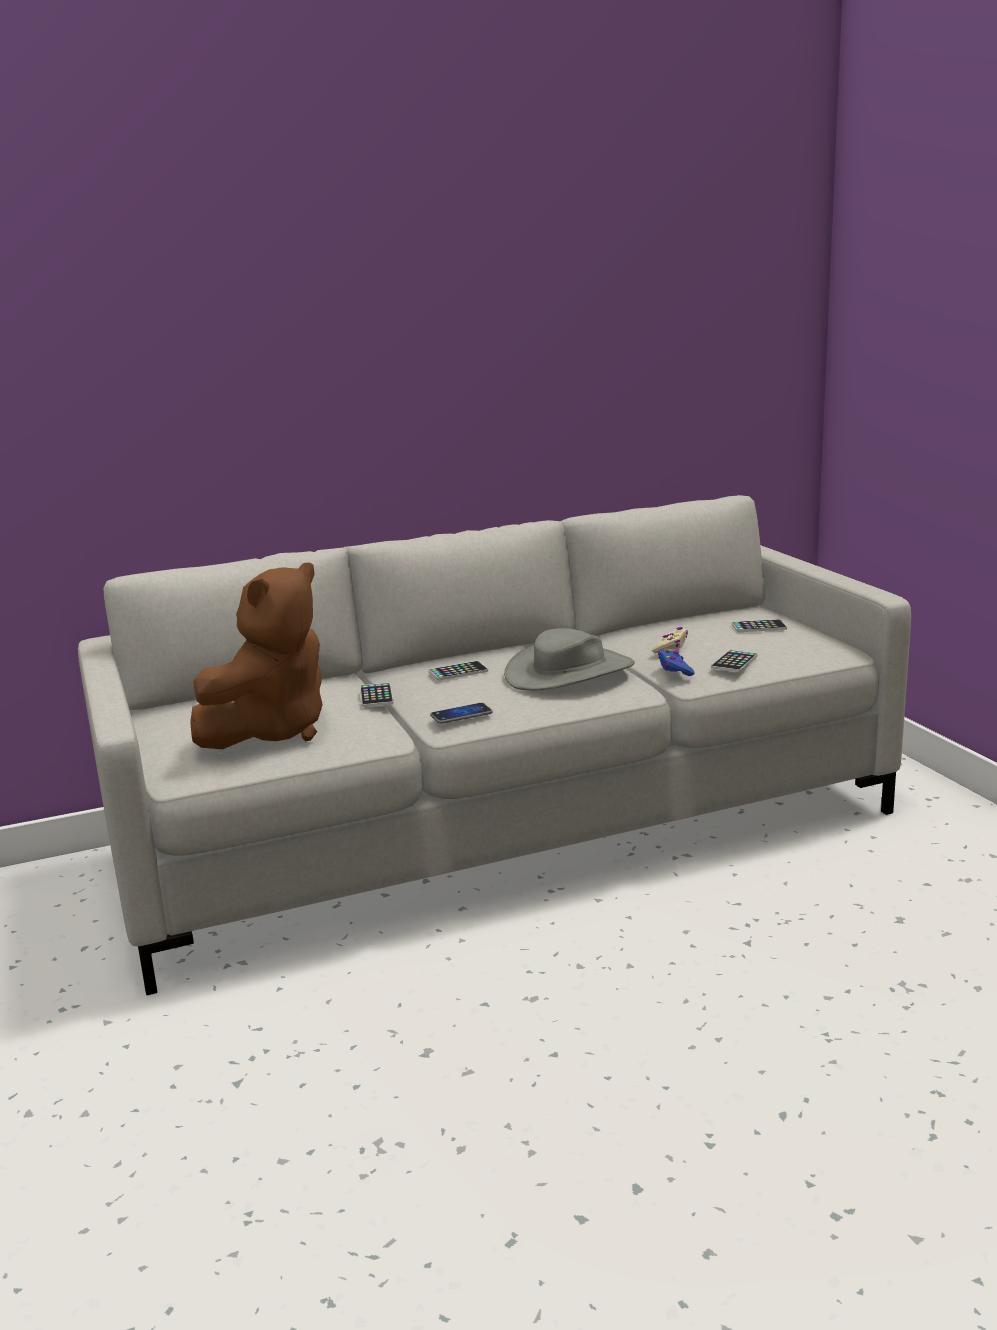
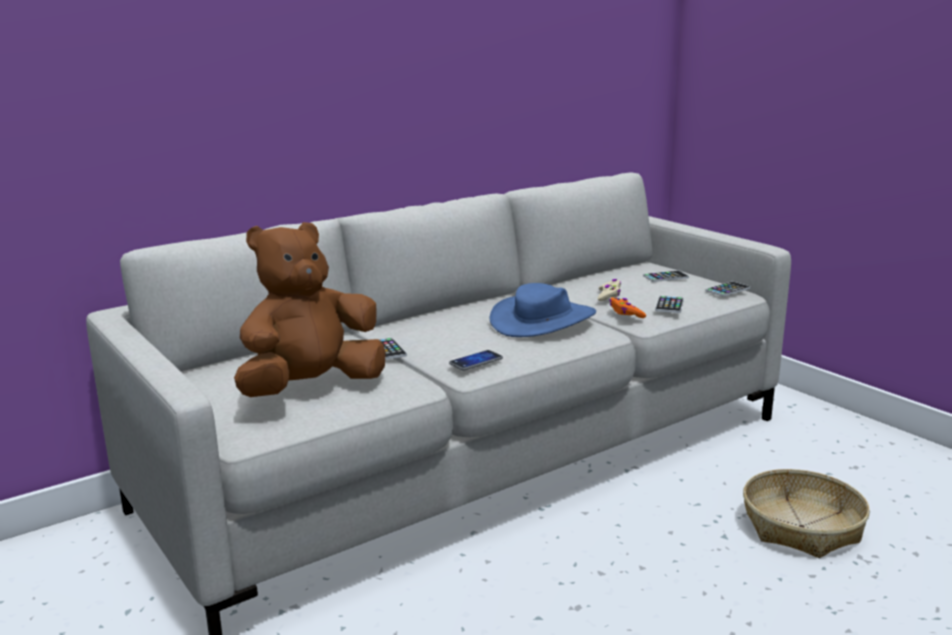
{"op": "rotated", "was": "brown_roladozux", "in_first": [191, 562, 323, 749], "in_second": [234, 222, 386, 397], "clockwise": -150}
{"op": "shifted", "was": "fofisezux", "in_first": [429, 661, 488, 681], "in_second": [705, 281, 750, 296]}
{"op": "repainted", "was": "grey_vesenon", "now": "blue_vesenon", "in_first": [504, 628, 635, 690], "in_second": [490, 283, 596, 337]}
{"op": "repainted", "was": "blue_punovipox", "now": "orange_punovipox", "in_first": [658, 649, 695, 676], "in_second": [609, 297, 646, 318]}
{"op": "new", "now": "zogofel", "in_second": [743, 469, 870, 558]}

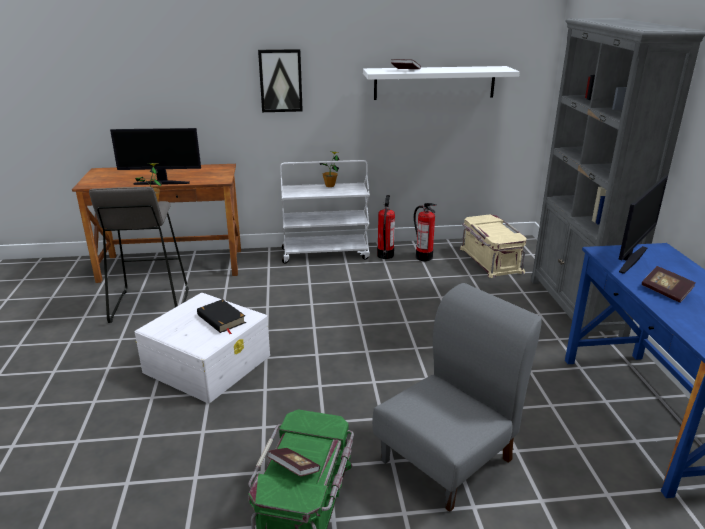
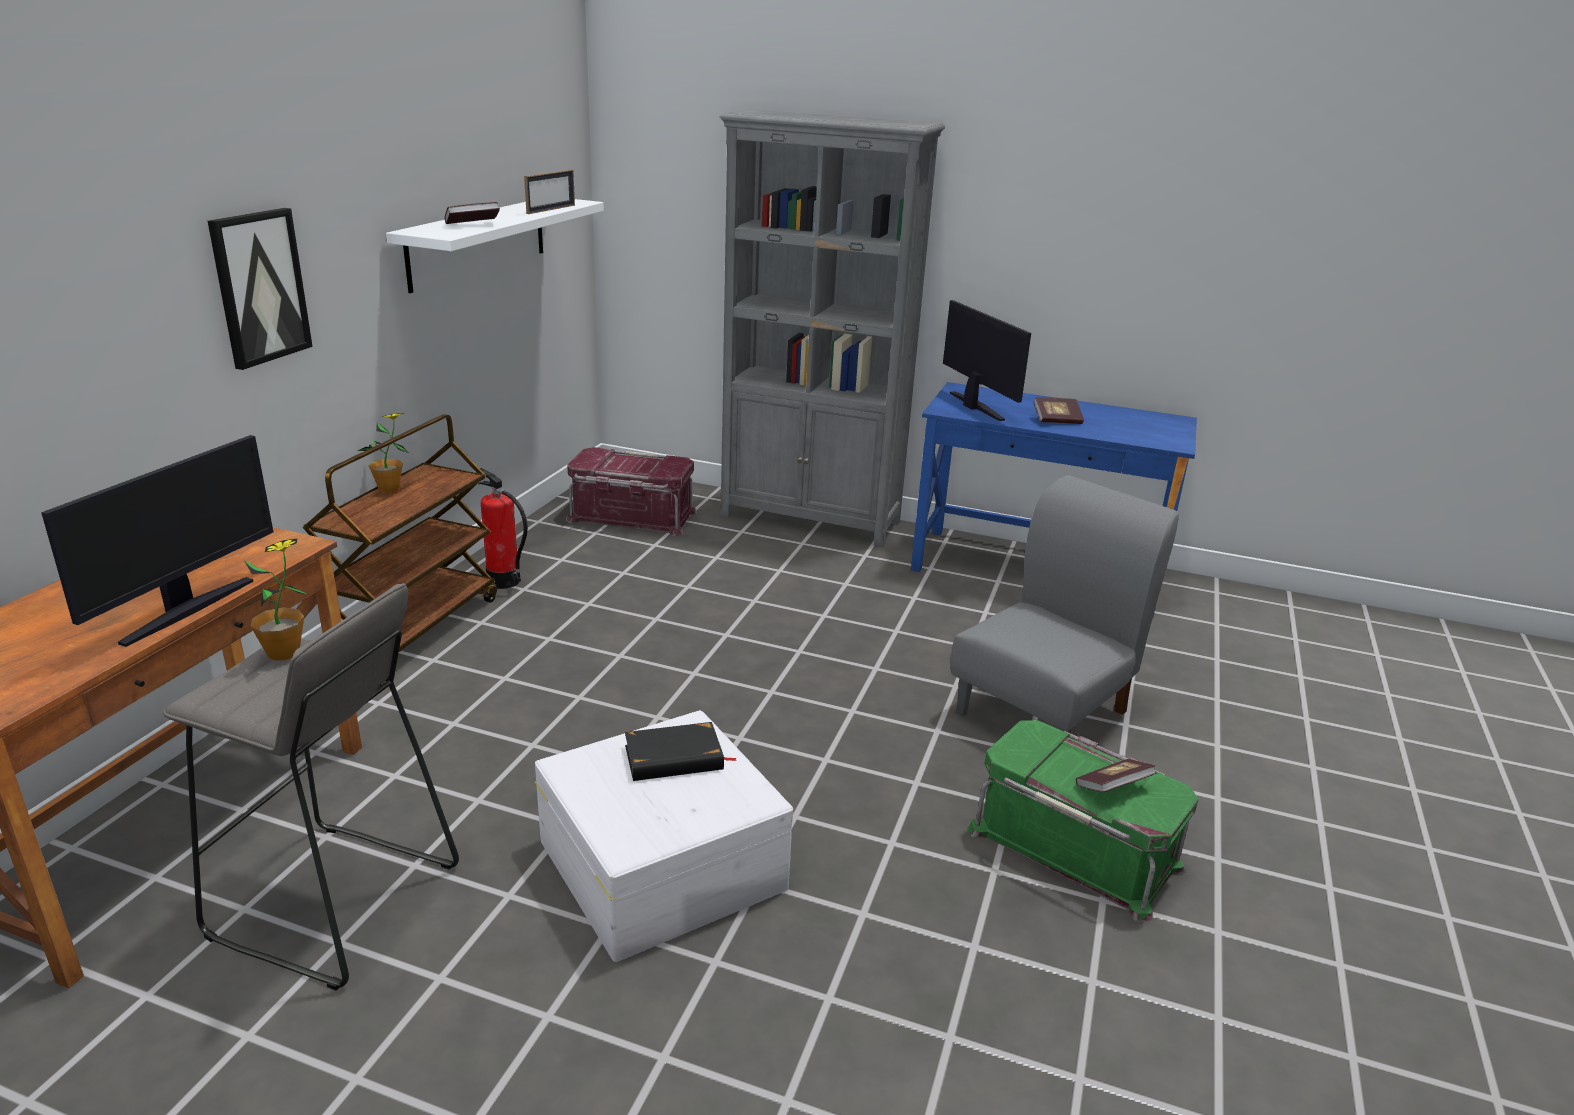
{"op": "repainted", "was": "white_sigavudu", "now": "brown_sigavudu", "in_first": [280, 160, 370, 263], "in_second": [302, 414, 497, 681]}
{"op": "rotated", "was": "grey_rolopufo", "in_first": [372, 283, 542, 512], "in_second": [951, 475, 1178, 733], "clockwise": 60}
{"op": "gone", "was": "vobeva", "in_first": [414, 203, 436, 261]}
{"op": "repainted", "was": "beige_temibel", "now": "red_temibel", "in_first": [459, 214, 527, 278], "in_second": [566, 447, 697, 536]}
{"op": "new", "now": "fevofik", "in_second": [524, 170, 575, 214]}

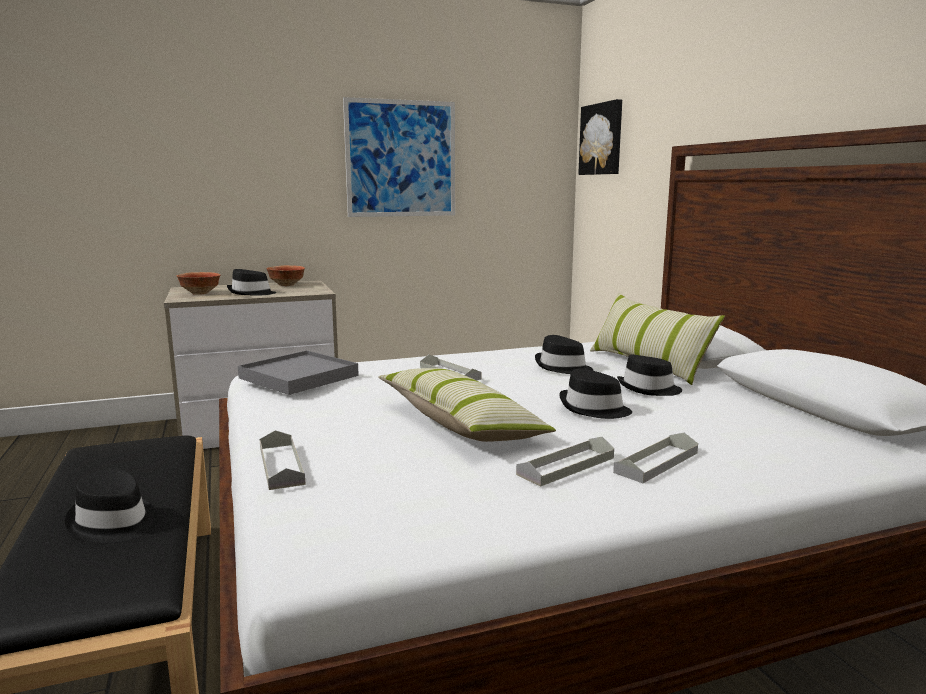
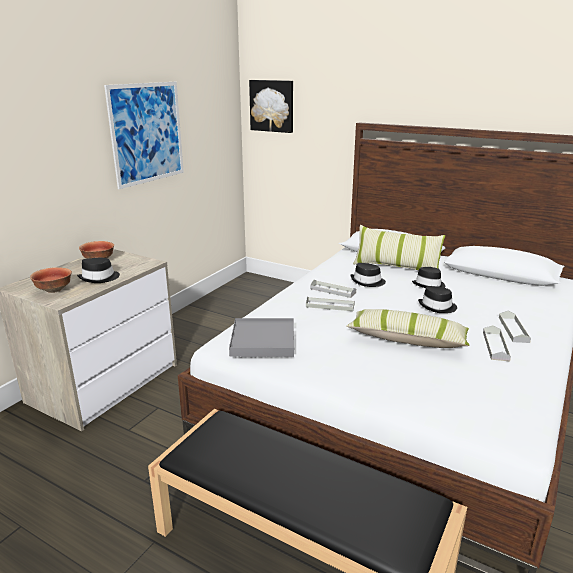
{"op": "gone", "was": "black_vesenon", "in_first": [65, 468, 159, 543]}
{"op": "shifted", "was": "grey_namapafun", "in_first": [260, 430, 306, 490], "in_second": [310, 280, 356, 298]}

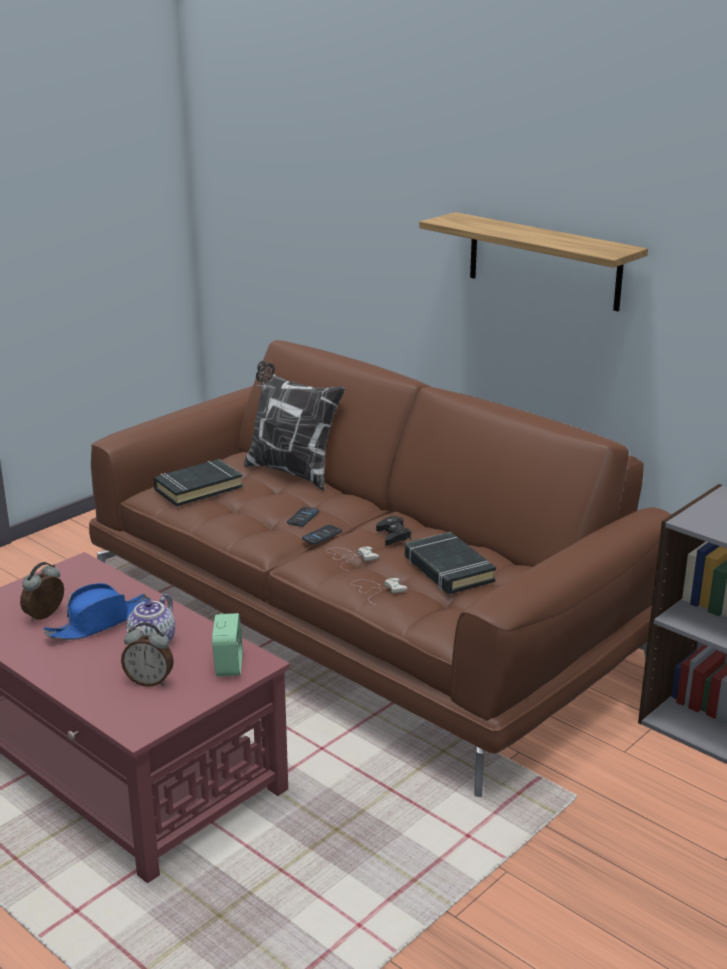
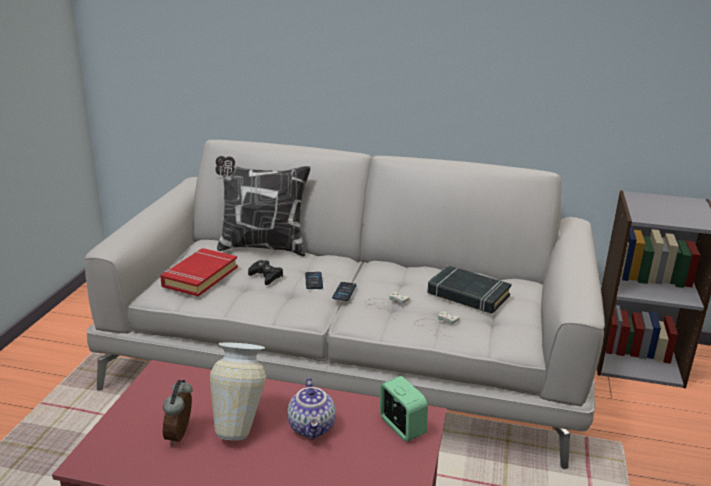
{"op": "swapped", "was": "blue_vesenon", "now": "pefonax", "in_first": [43, 583, 151, 640], "in_second": [210, 342, 266, 440]}
{"op": "repainted", "was": "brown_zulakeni", "now": "grey_zulakeni", "in_first": [89, 340, 671, 797], "in_second": [85, 140, 605, 469]}
{"op": "gone", "was": "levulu", "in_first": [121, 622, 174, 687]}
{"op": "repainted", "was": "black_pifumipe", "now": "red_pifumipe", "in_first": [154, 459, 243, 506], "in_second": [160, 248, 238, 297]}
{"op": "shifted", "was": "black_punovipox", "in_first": [376, 516, 411, 546], "in_second": [248, 260, 283, 285]}
{"op": "gone", "was": "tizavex", "in_first": [419, 212, 648, 311]}

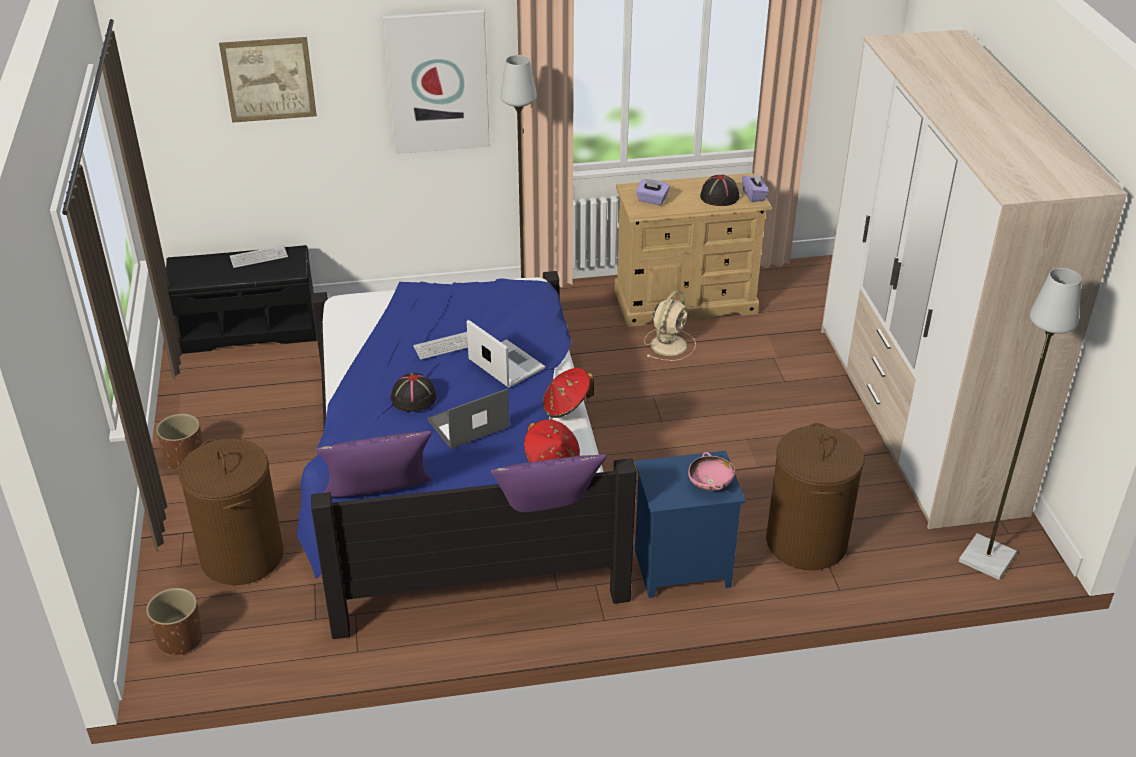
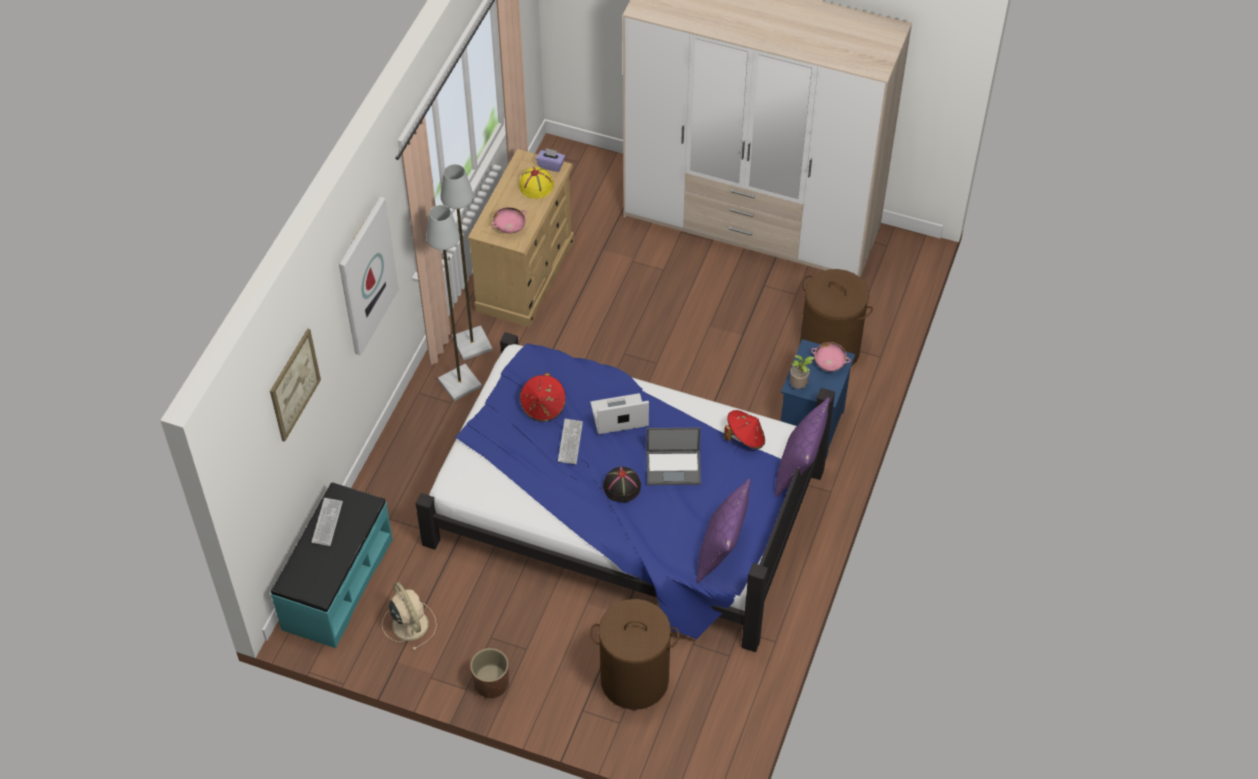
{"op": "gone", "was": "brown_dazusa", "in_first": [146, 588, 203, 655]}
{"op": "repainted", "was": "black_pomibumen", "now": "turquoise_pomibumen", "in_first": [166, 245, 317, 354], "in_second": [271, 482, 393, 648]}
{"op": "rotated", "was": "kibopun", "in_first": [428, 388, 509, 449], "in_second": [647, 428, 701, 485], "clockwise": -90}
{"op": "shifted", "was": "red_vesenon", "in_first": [543, 368, 594, 418], "in_second": [520, 373, 566, 422]}
{"op": "swapped", "was": "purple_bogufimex", "now": "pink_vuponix", "in_first": [636, 179, 670, 205], "in_second": [491, 207, 527, 234]}
{"op": "shifted", "was": "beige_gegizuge", "in_first": [644, 290, 696, 361], "in_second": [382, 582, 437, 650]}
{"op": "repainted", "was": "black_vesenon", "now": "yellow_vesenon", "in_first": [700, 175, 740, 206], "in_second": [519, 167, 554, 199]}
{"op": "shifted", "was": "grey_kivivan", "in_first": [959, 268, 1082, 580], "in_second": [440, 164, 493, 360]}
{"op": "new", "now": "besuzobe", "in_second": [790, 355, 815, 389]}

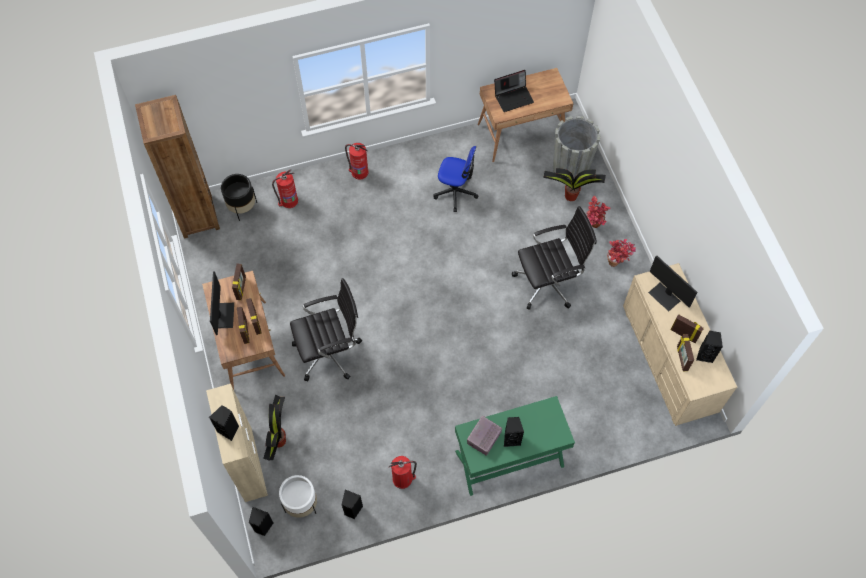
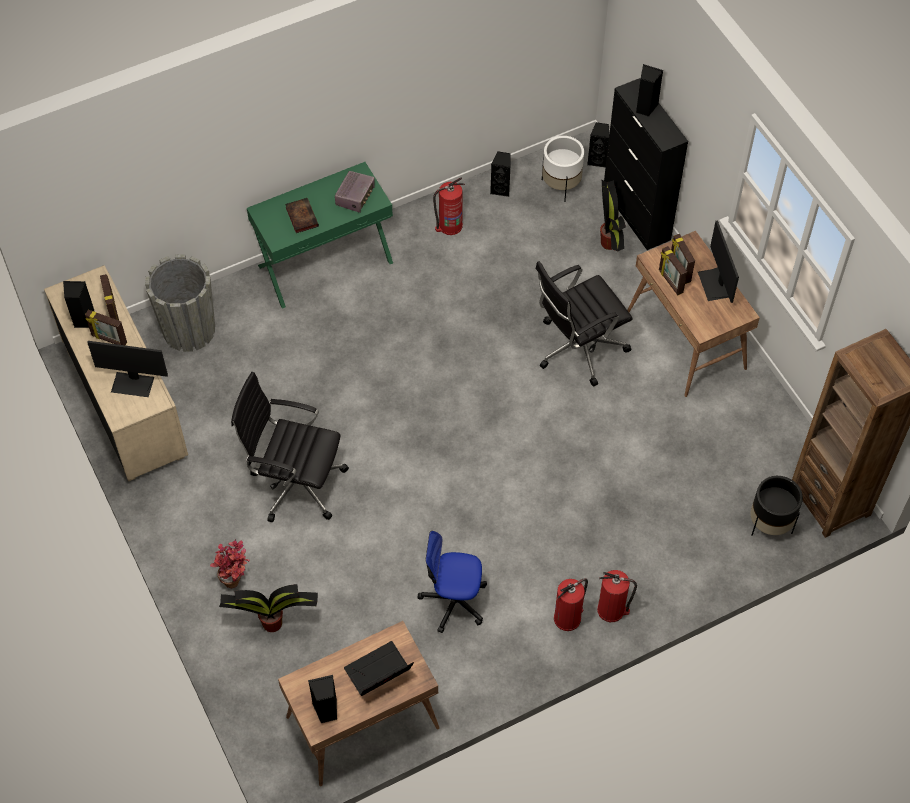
{"op": "repainted", "was": "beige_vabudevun", "now": "black_vabudevun", "in_first": [206, 384, 268, 502], "in_second": [604, 78, 688, 250]}
{"op": "gone", "was": "fevofik", "in_first": [232, 264, 246, 300]}
{"op": "shifted", "was": "vobeva", "in_first": [272, 169, 298, 208], "in_second": [554, 578, 588, 631]}
{"op": "shifted", "was": "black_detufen", "in_first": [504, 417, 524, 447], "in_second": [308, 675, 337, 723]}
{"op": "rotated", "was": "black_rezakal", "in_first": [512, 206, 597, 310], "in_second": [231, 372, 349, 522], "clockwise": 45}
{"op": "shifted", "was": "grey_dazusa", "in_first": [553, 116, 601, 180], "in_second": [145, 254, 215, 352]}
{"op": "gone", "was": "besuzobe", "in_first": [607, 239, 636, 267]}
{"op": "rotated", "was": "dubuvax", "in_first": [648, 255, 697, 311], "in_second": [87, 341, 168, 397], "clockwise": 150}
{"op": "new", "now": "pifumipe", "in_second": [285, 198, 319, 233]}

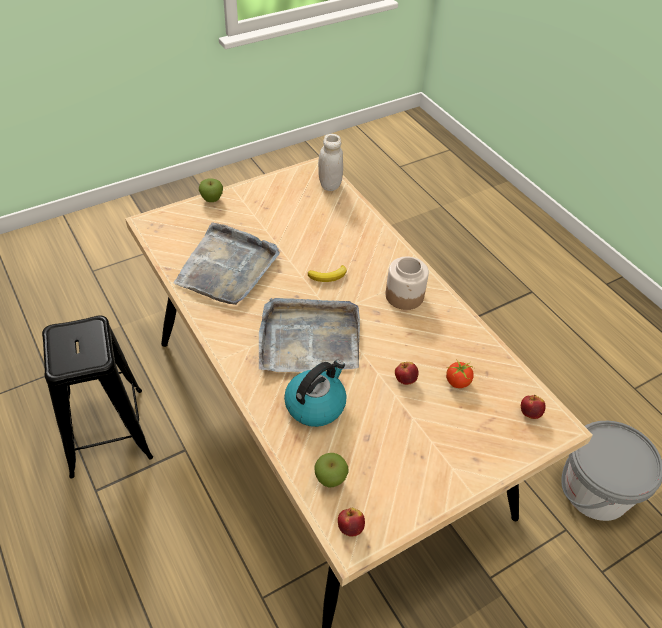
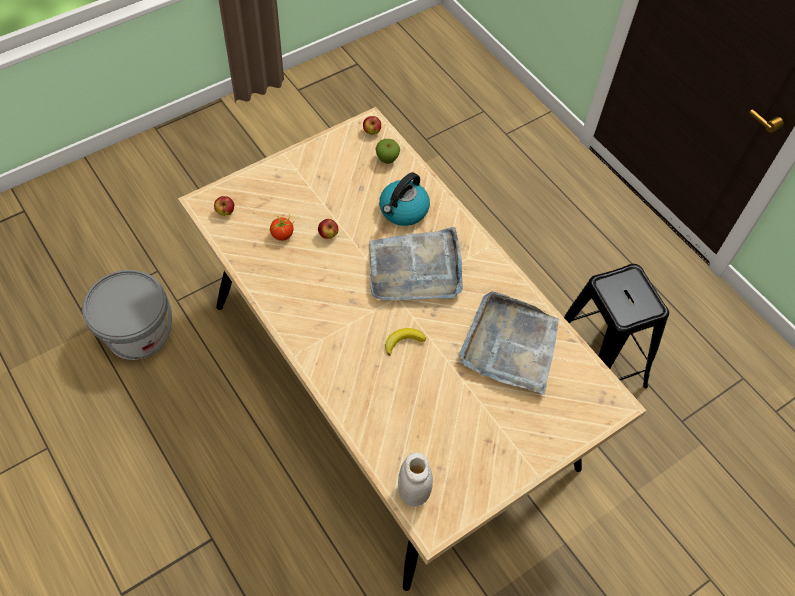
{"op": "gone", "was": "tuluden", "in_first": [199, 179, 223, 202]}
{"op": "gone", "was": "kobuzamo", "in_first": [385, 257, 429, 310]}

